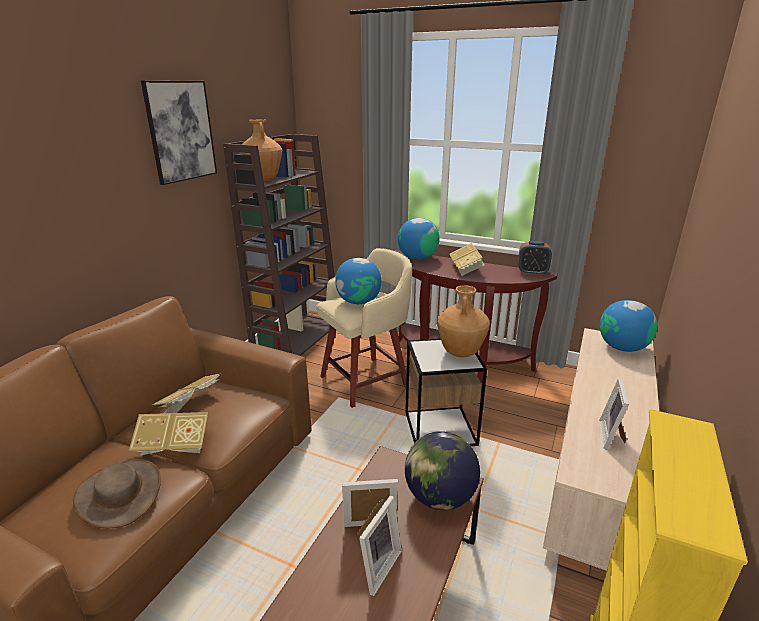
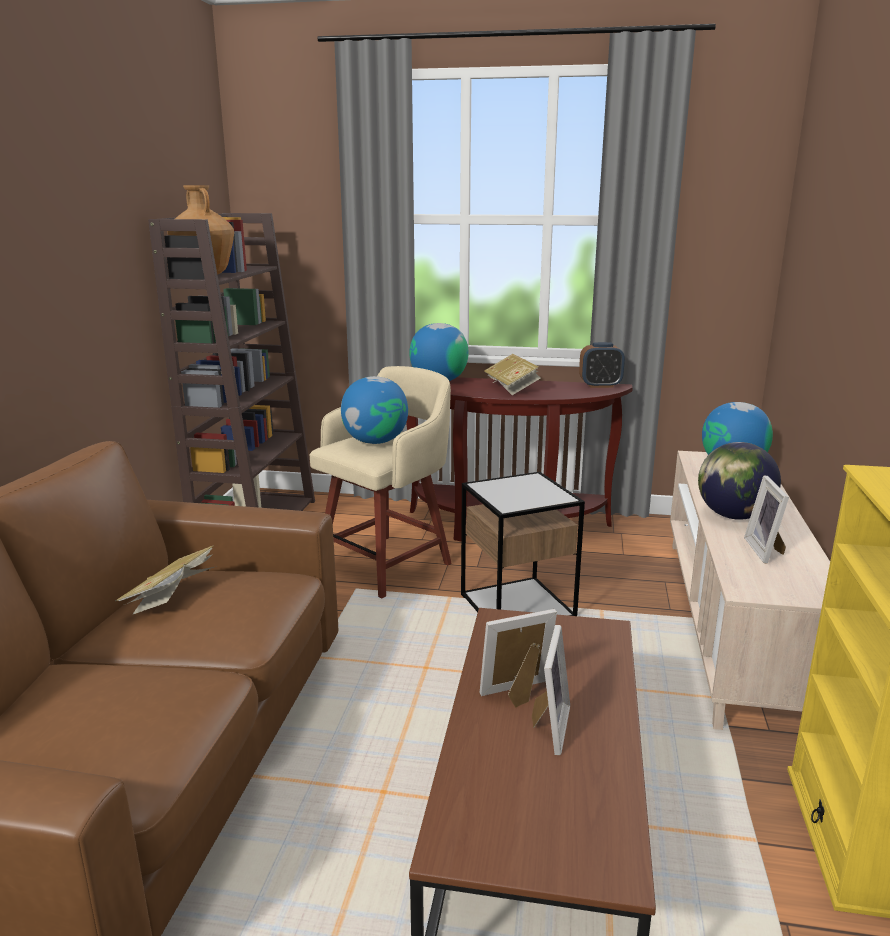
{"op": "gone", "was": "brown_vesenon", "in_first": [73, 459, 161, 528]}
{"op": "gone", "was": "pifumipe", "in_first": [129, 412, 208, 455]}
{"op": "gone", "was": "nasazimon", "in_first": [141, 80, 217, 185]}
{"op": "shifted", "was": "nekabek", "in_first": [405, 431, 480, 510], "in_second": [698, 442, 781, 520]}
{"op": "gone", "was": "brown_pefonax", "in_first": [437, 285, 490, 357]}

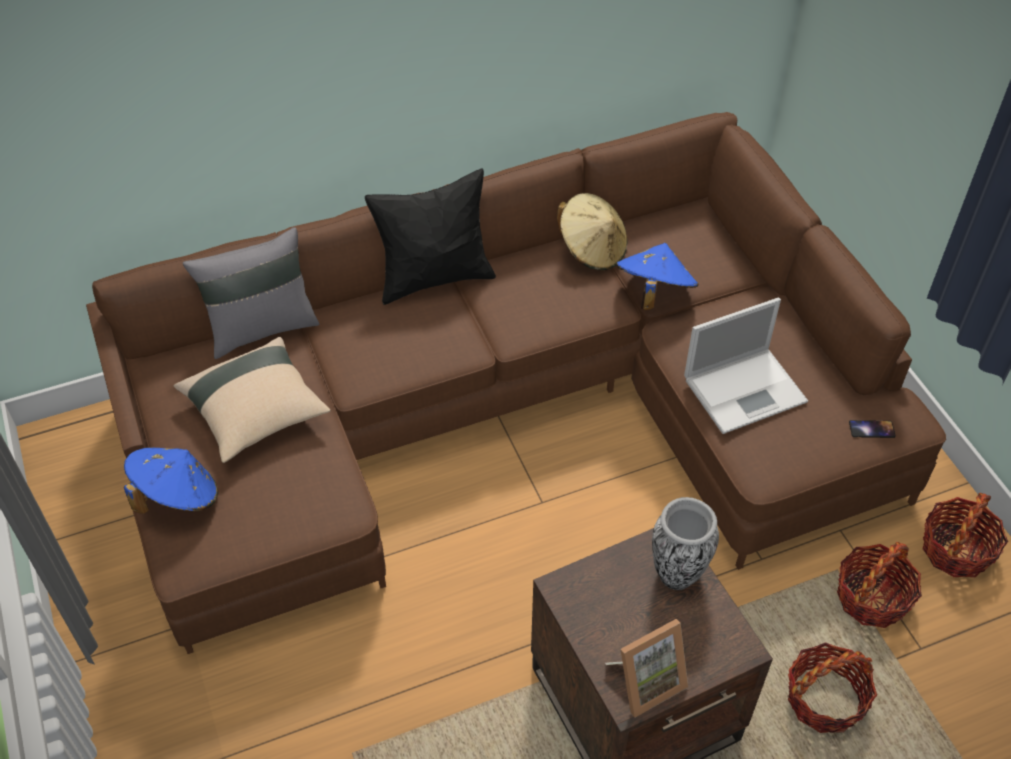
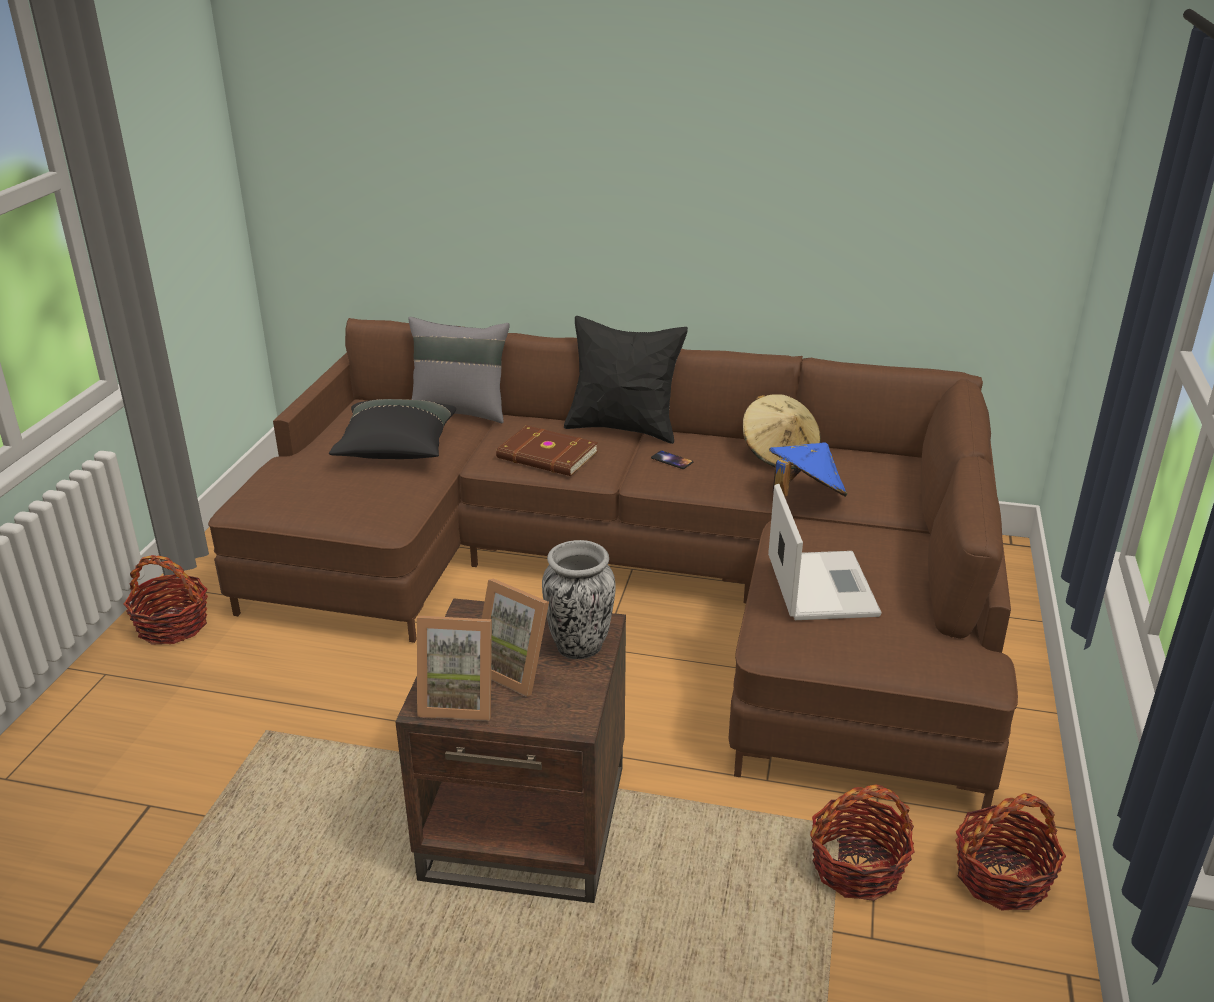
{"op": "gone", "was": "blue_vesenon", "in_first": [124, 447, 218, 514]}
{"op": "repainted", "was": "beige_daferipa", "now": "black_daferipa", "in_first": [174, 337, 331, 463], "in_second": [329, 399, 456, 459]}
{"op": "rotated", "was": "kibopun", "in_first": [684, 298, 808, 434], "in_second": [768, 484, 881, 620], "clockwise": -105}
{"op": "shifted", "was": "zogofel", "in_first": [788, 642, 877, 733], "in_second": [124, 555, 208, 645]}
{"op": "shifted", "was": "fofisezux", "in_first": [849, 420, 896, 438], "in_second": [651, 450, 693, 469]}
{"op": "new", "now": "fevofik", "in_second": [482, 579, 549, 697]}
{"op": "new", "now": "brown_pifumipe", "in_second": [496, 425, 598, 476]}

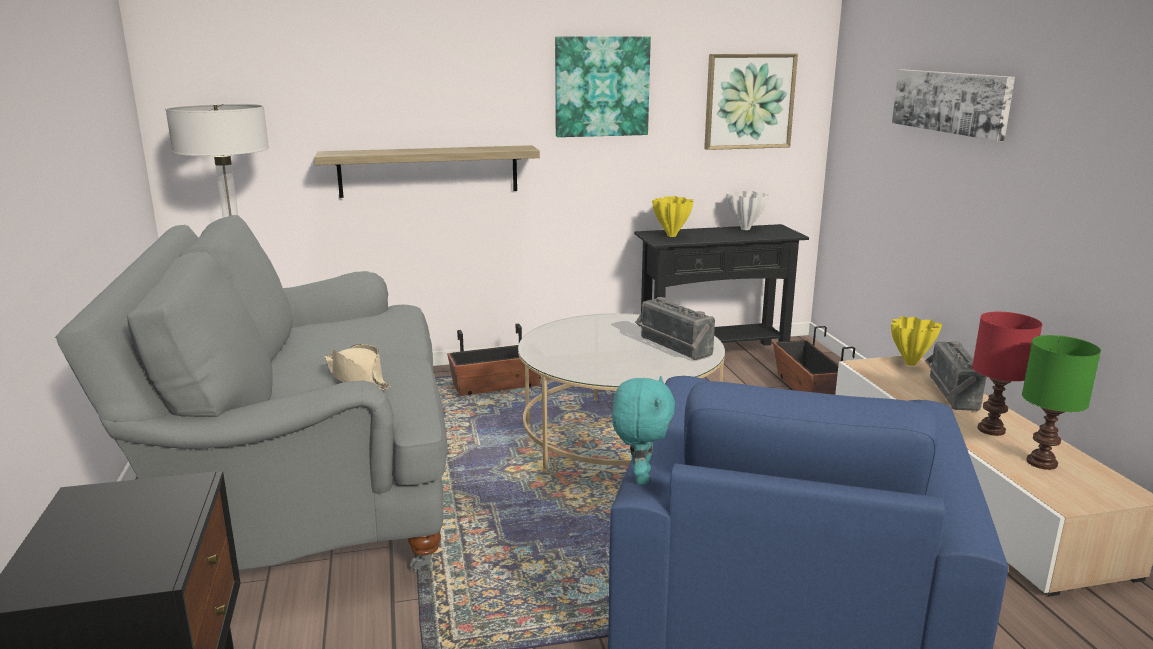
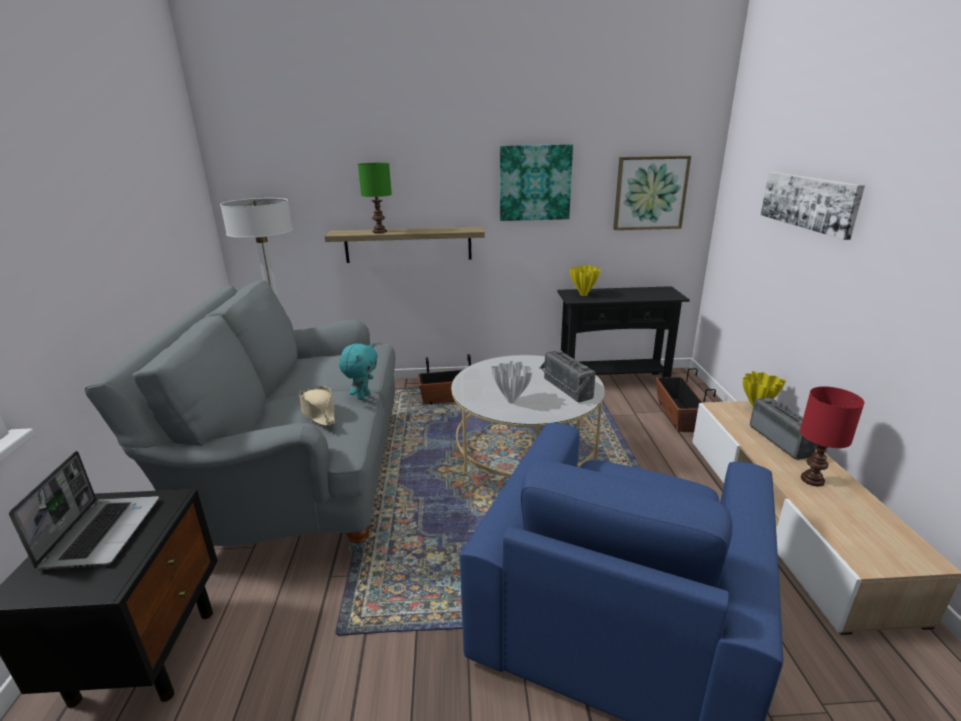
{"op": "shifted", "was": "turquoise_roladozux", "in_first": [612, 376, 675, 485], "in_second": [339, 343, 378, 400]}
{"op": "shifted", "was": "white_pefonax", "in_first": [726, 191, 769, 230], "in_second": [491, 361, 532, 403]}
{"op": "rotated", "was": "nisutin", "in_first": [925, 341, 986, 411], "in_second": [750, 397, 818, 460], "clockwise": 150}
{"op": "shifted", "was": "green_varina", "in_first": [1022, 335, 1101, 470], "in_second": [358, 163, 392, 233]}
{"op": "new", "now": "kibopun", "in_second": [9, 451, 159, 570]}

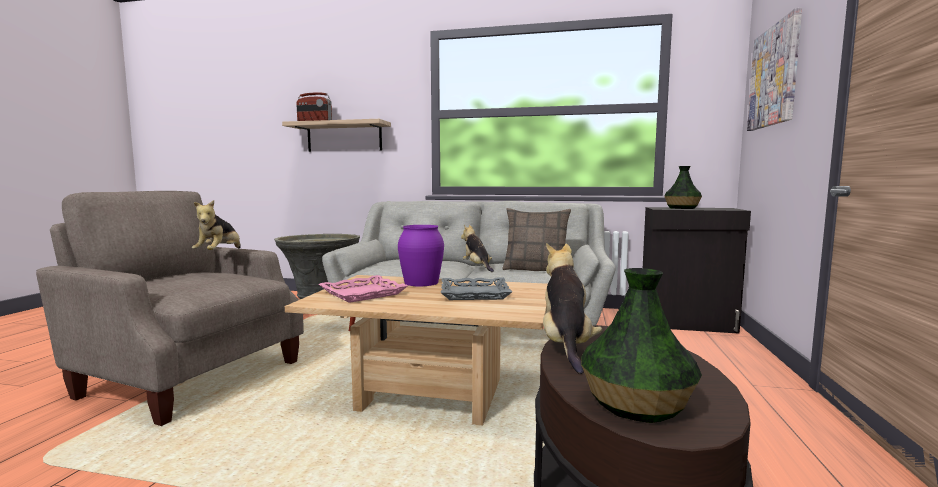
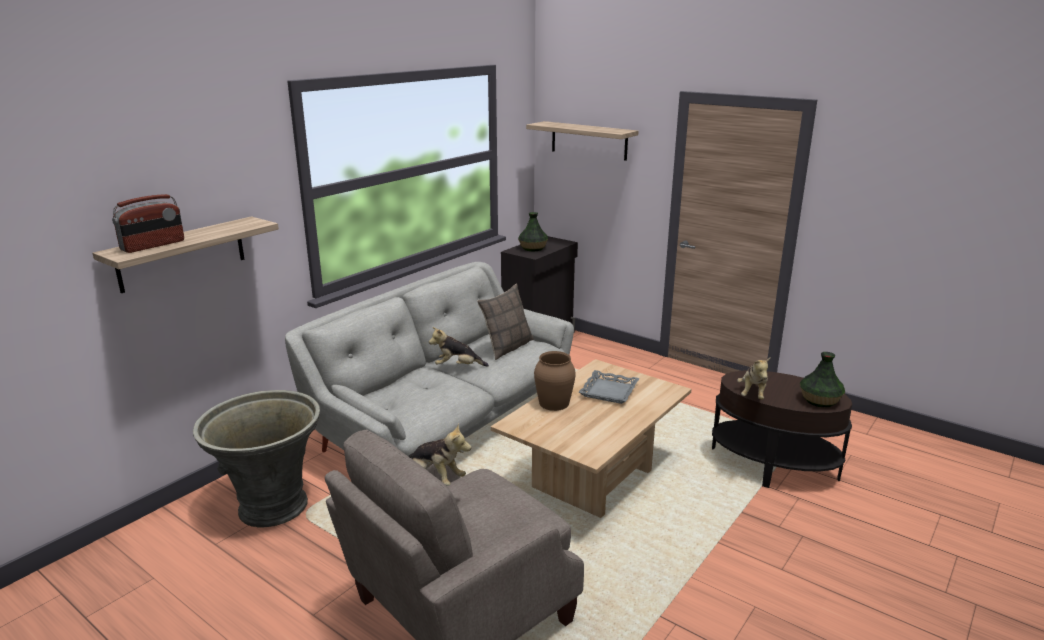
{"op": "gone", "was": "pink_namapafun", "in_first": [319, 275, 408, 303]}
{"op": "repainted", "was": "purple_pefonax", "now": "brown_pefonax", "in_first": [398, 225, 444, 286], "in_second": [534, 351, 576, 411]}
{"op": "rotated", "was": "roladozux", "in_first": [543, 243, 602, 374], "in_second": [737, 358, 770, 400], "clockwise": -105}
{"op": "swapped", "was": "nasazimon", "now": "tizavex", "in_first": [747, 8, 802, 131], "in_second": [526, 121, 638, 161]}

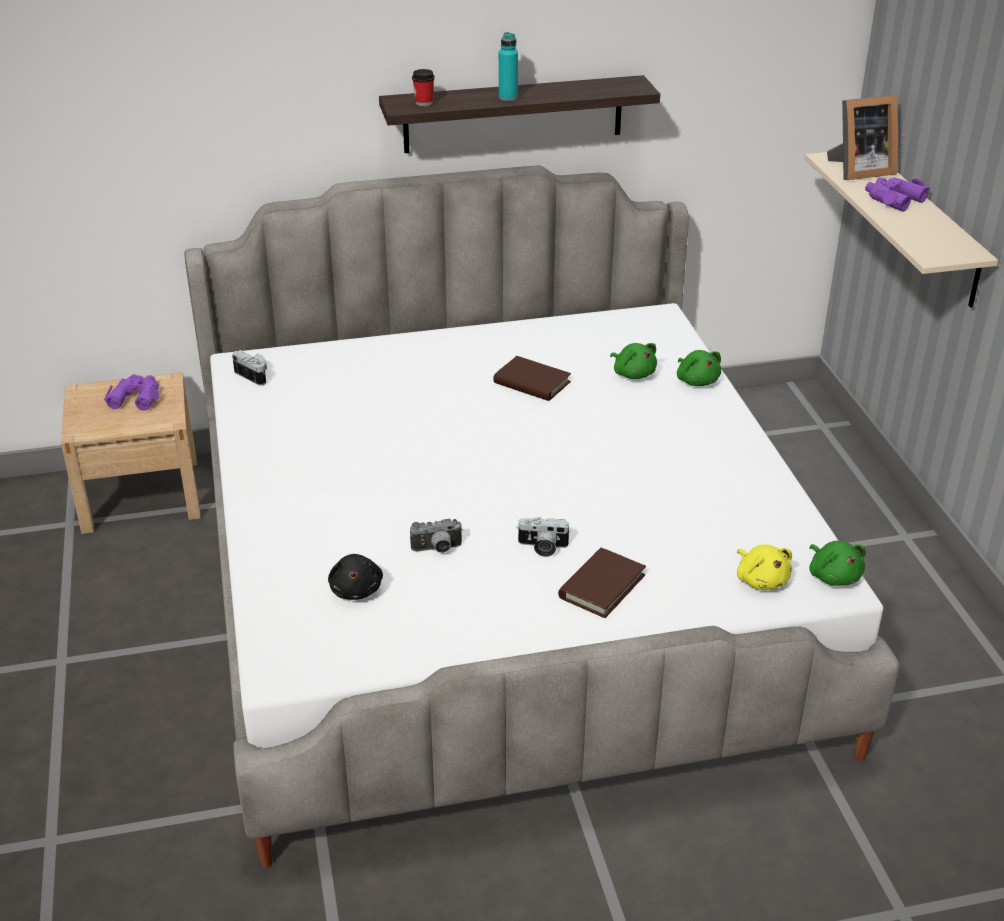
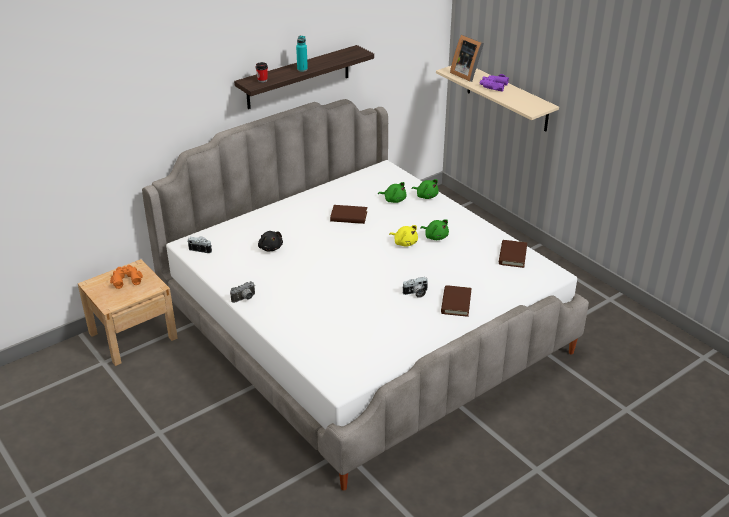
{"op": "repainted", "was": "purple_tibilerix", "now": "orange_tibilerix", "in_first": [104, 374, 159, 411], "in_second": [110, 265, 143, 289]}
{"op": "shifted", "was": "black_roladozux", "in_first": [328, 554, 383, 600], "in_second": [258, 231, 283, 251]}
{"op": "shifted", "was": "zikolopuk", "in_first": [410, 519, 463, 553], "in_second": [230, 281, 255, 303]}
{"op": "shifted", "was": "yellow_roladozux", "in_first": [737, 544, 792, 590], "in_second": [389, 225, 418, 247]}
{"op": "shifted", "was": "green_roladozux", "in_first": [810, 541, 866, 586], "in_second": [420, 219, 449, 240]}
{"op": "rotated", "was": "fevofik", "in_first": [827, 95, 898, 180], "in_second": [450, 35, 484, 82], "clockwise": 90}
{"op": "new", "now": "brown_pifumipe", "in_second": [499, 240, 527, 268]}

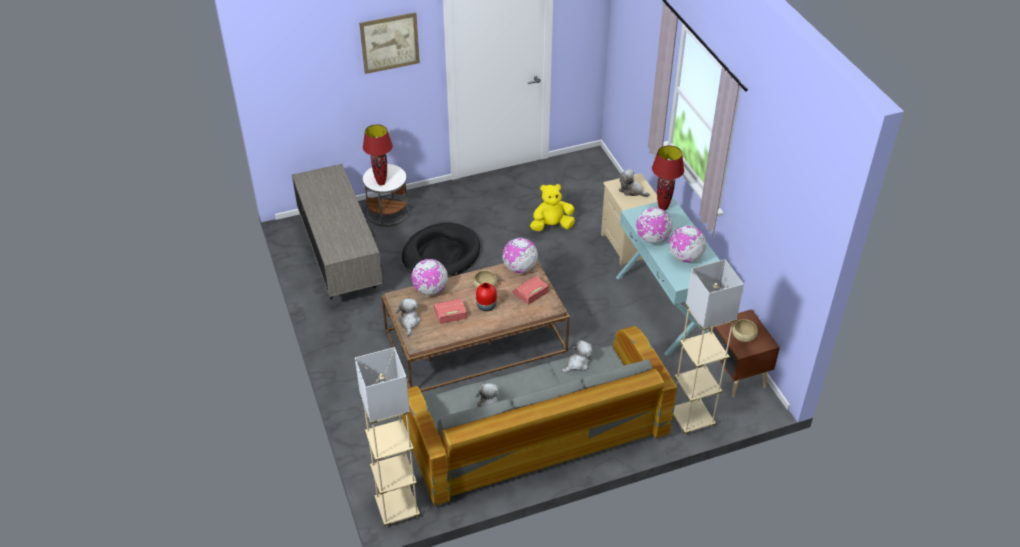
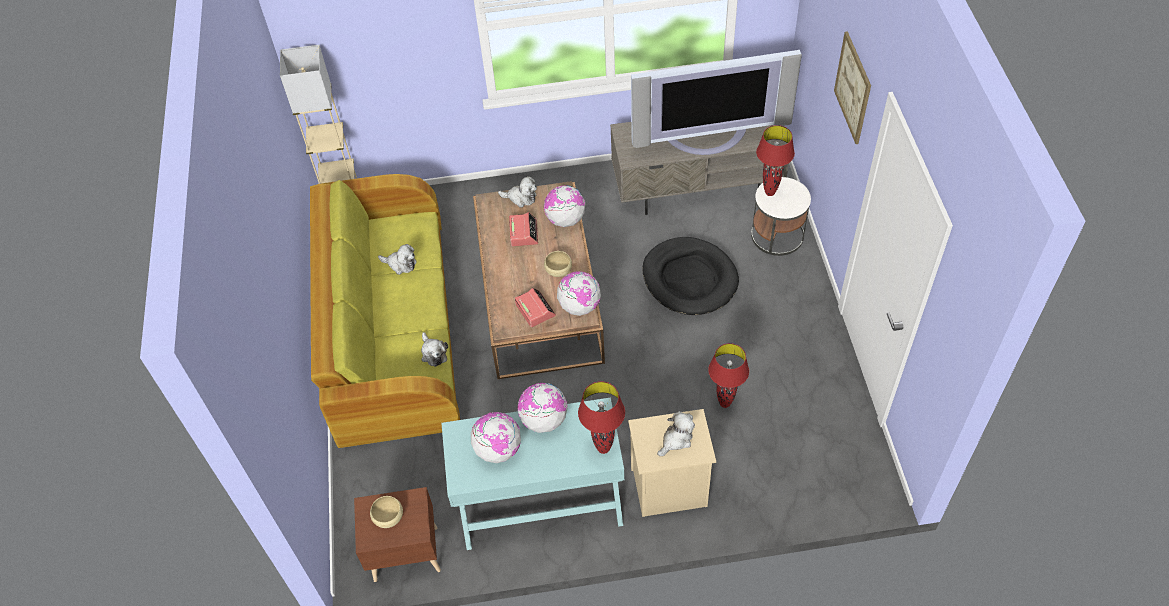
{"op": "repainted", "was": "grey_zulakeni", "now": "green_zulakeni", "in_first": [402, 326, 677, 506], "in_second": [310, 174, 460, 448]}
{"op": "gone", "was": "red_pefonax", "in_first": [476, 283, 497, 311]}
{"op": "swapped", "was": "yellow_roladozux", "now": "red_varina", "in_first": [530, 184, 575, 231], "in_second": [708, 343, 749, 408]}
{"op": "gone", "was": "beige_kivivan", "in_first": [673, 259, 744, 435]}
{"op": "new", "now": "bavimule", "in_second": [631, 50, 802, 155]}

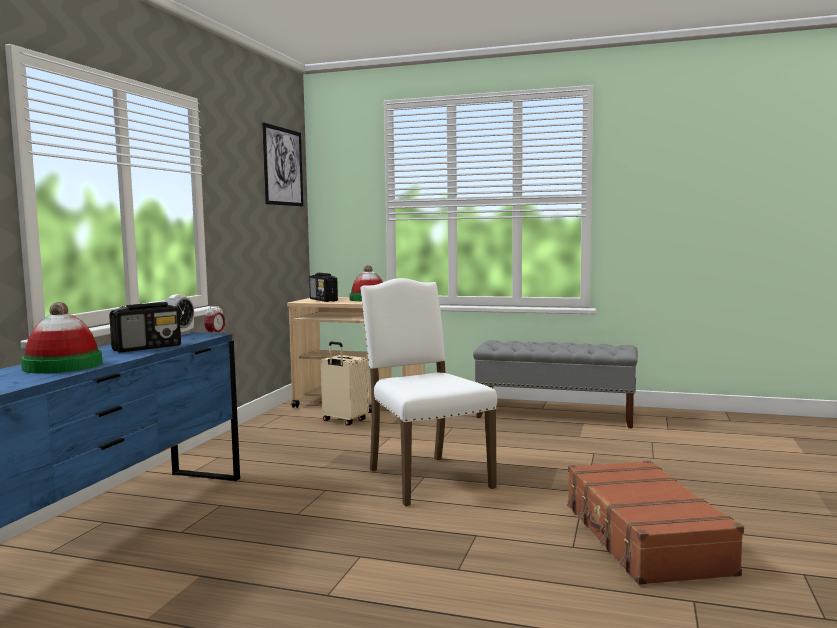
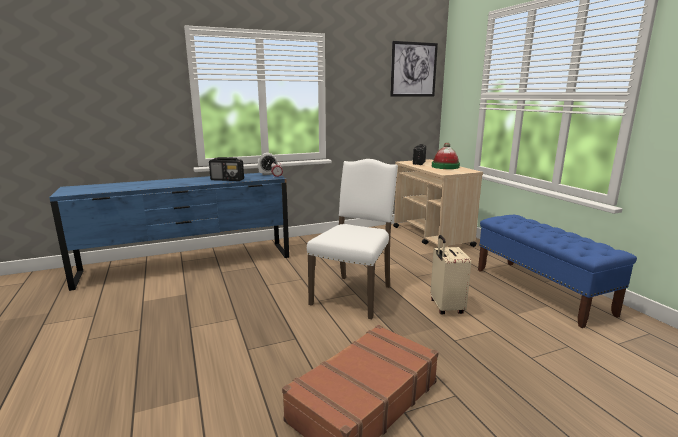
{"op": "gone", "was": "vesenon", "in_first": [21, 302, 102, 373]}
{"op": "shifted", "was": "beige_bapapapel", "in_first": [321, 341, 369, 426], "in_second": [430, 235, 471, 314]}
{"op": "repainted", "was": "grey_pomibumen", "now": "blue_pomibumen", "in_first": [473, 340, 638, 429], "in_second": [478, 215, 637, 328]}

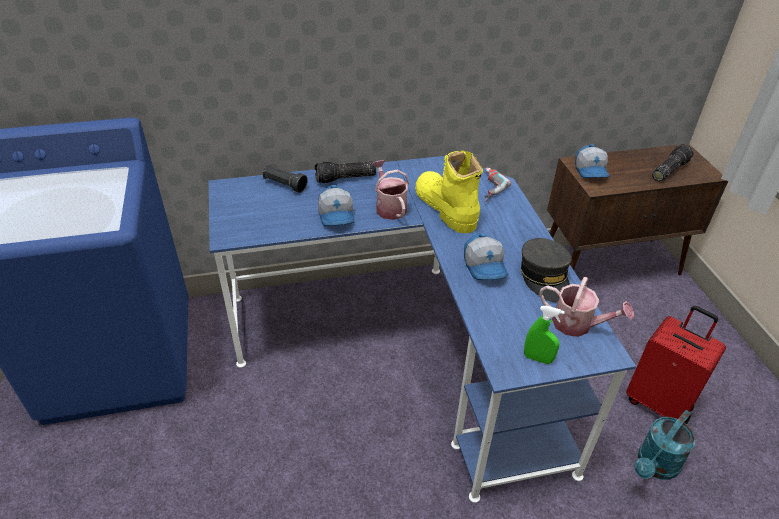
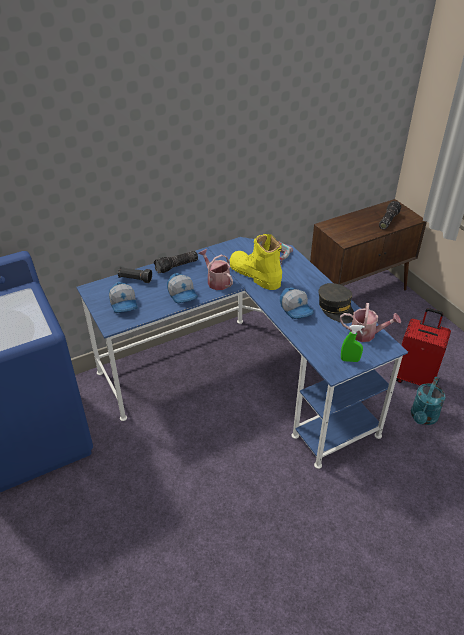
{"op": "shifted", "was": "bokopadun", "in_first": [575, 144, 610, 178], "in_second": [109, 282, 138, 313]}

